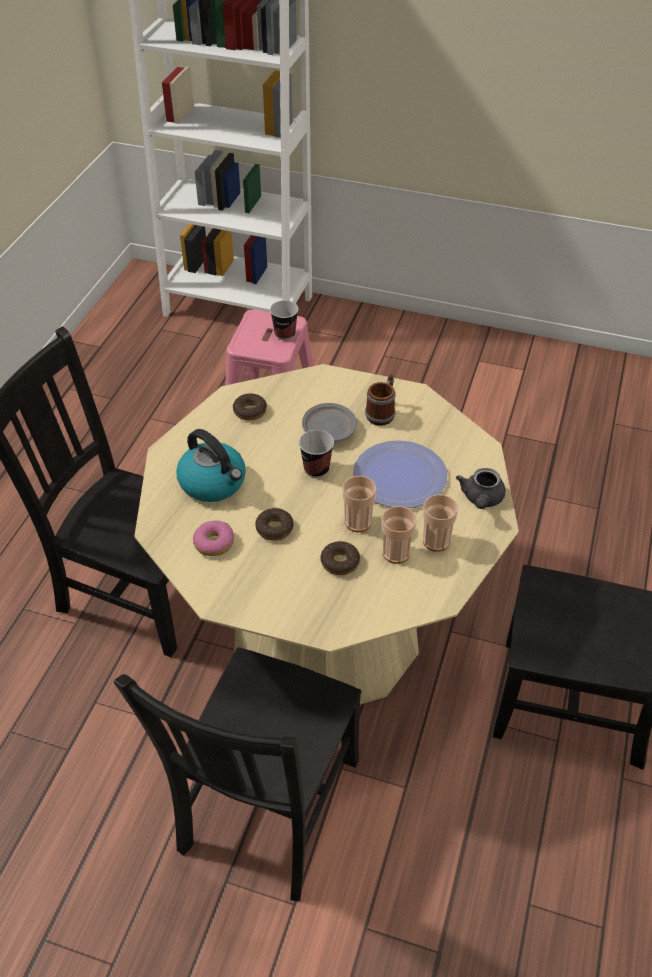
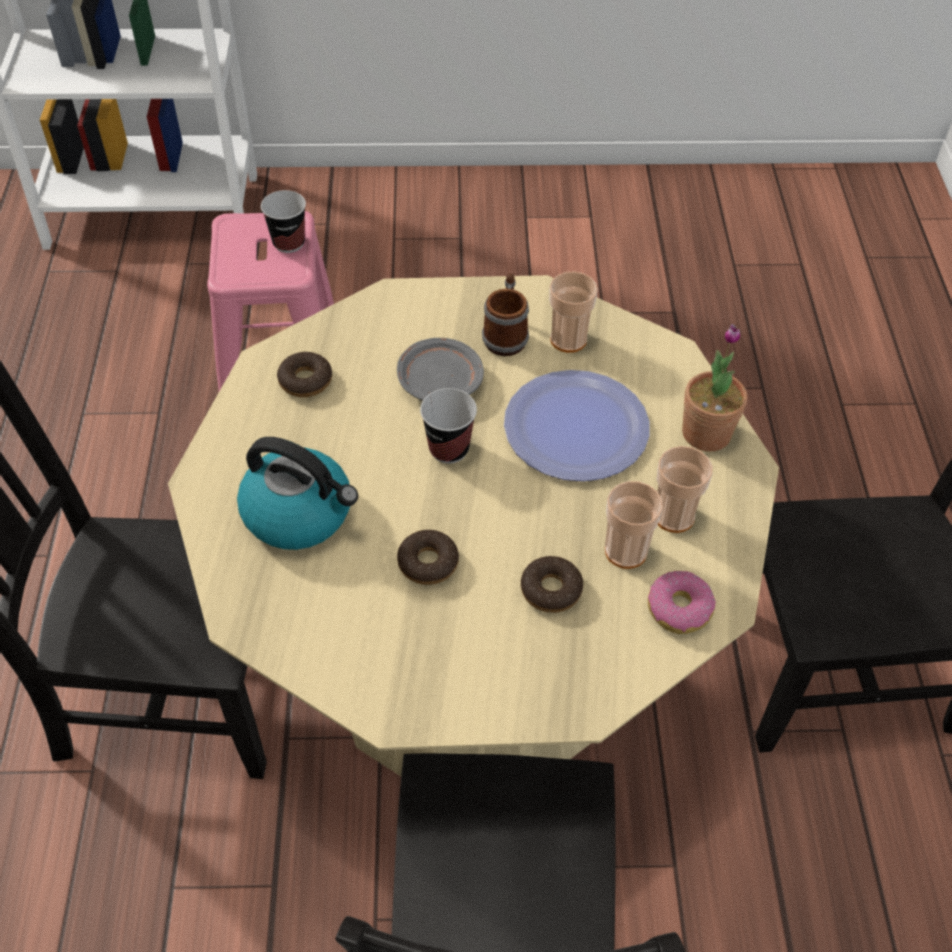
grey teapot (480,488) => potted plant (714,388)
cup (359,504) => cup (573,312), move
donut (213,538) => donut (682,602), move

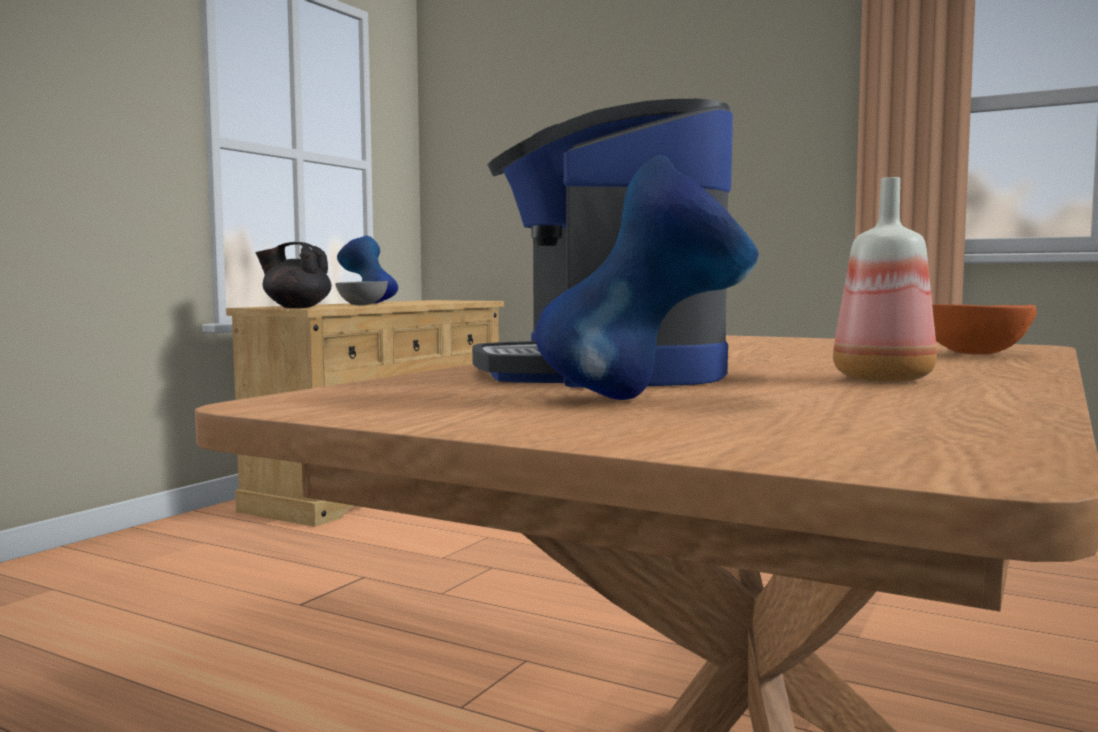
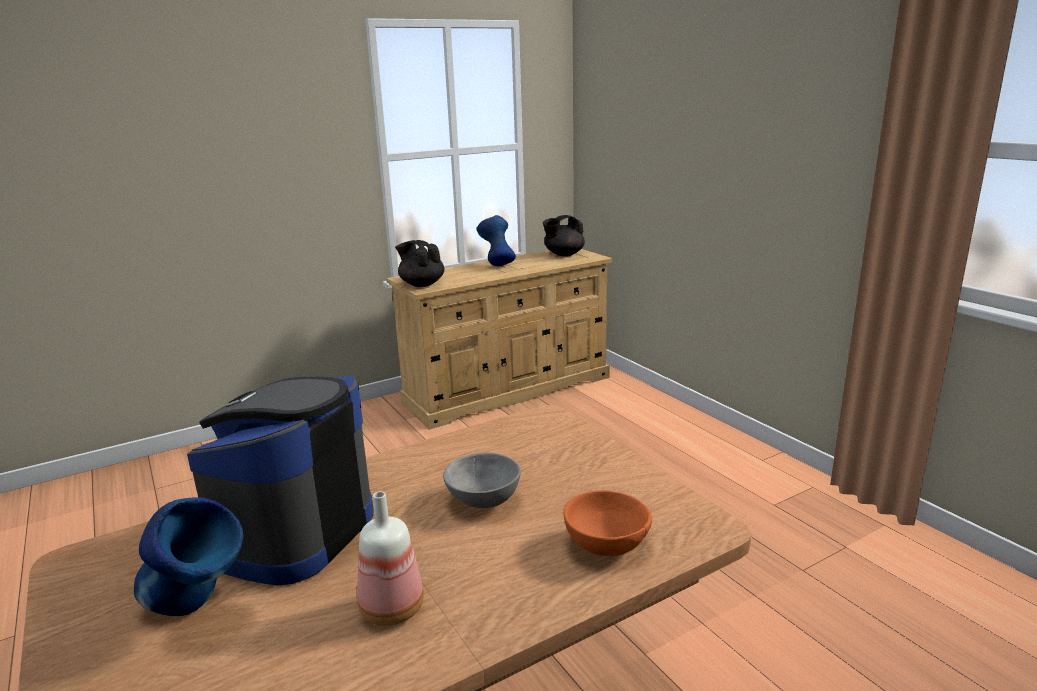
grey bowl (361,293) => grey bowl (482,480), move
nothing => black teapot (564,235)

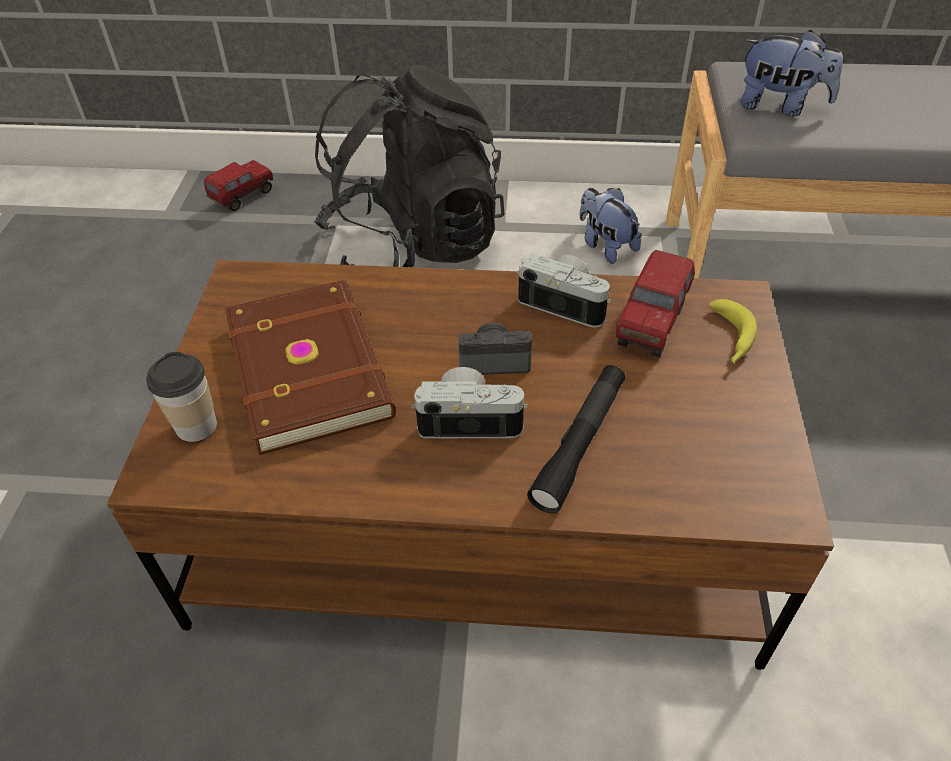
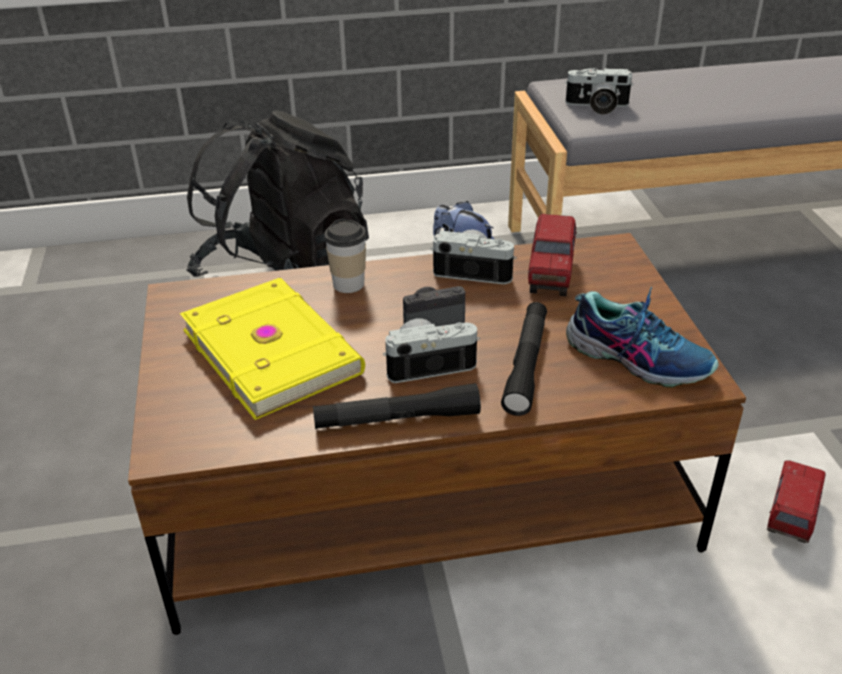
plush toy (792,73) => photo camera (599,91)
toy truck (238,185) => toy truck (796,501), move
brown book (310,367) => yellow book (272,349)
banana (732,331) => nothing
cup (181,397) => cup (345,256), move
nothing => shoe (642,337)
nothing => black flashlight (397,406)

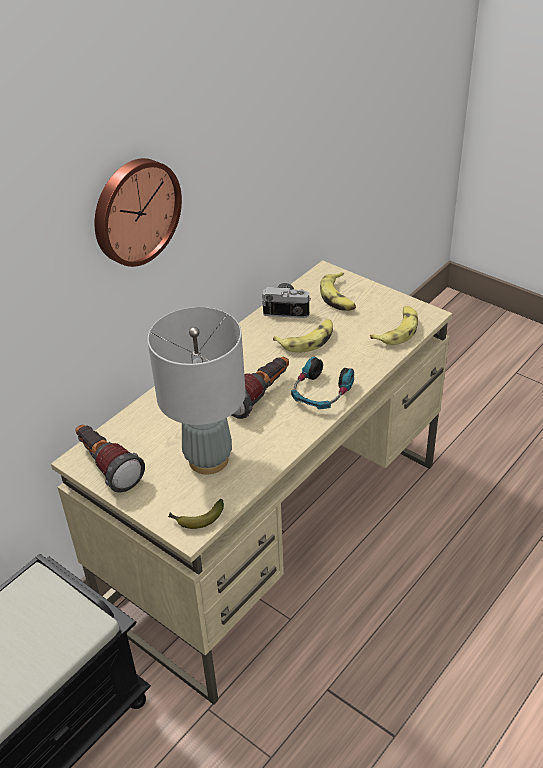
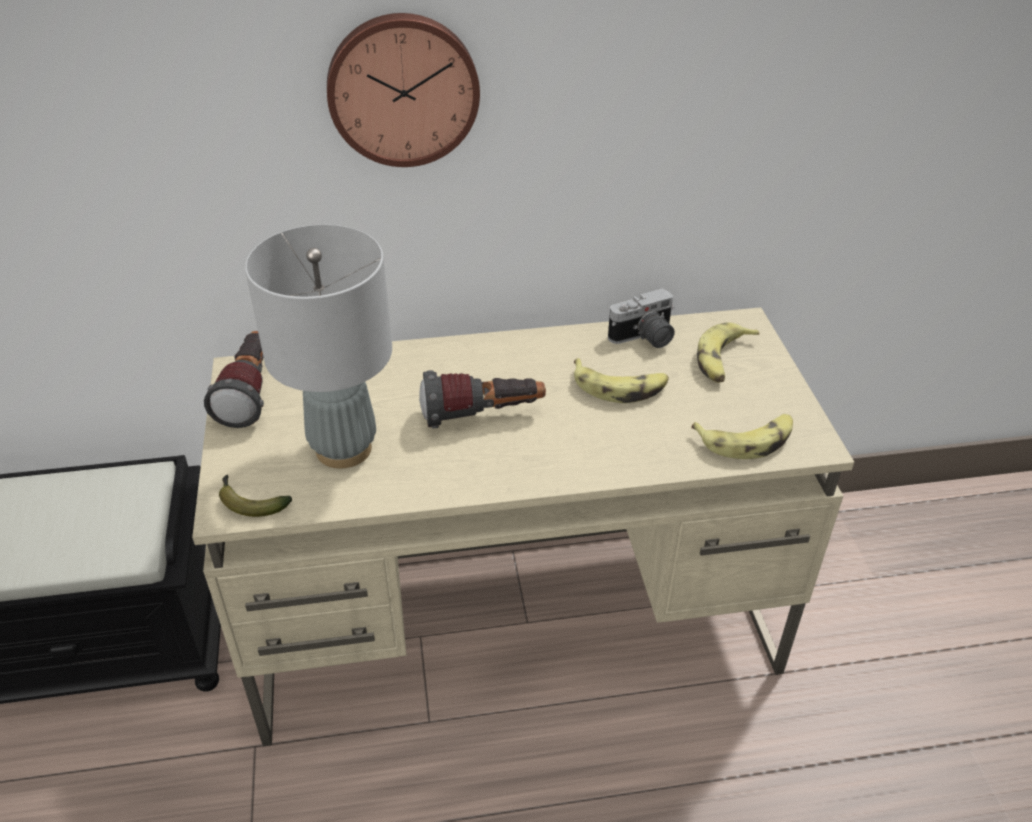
photo camera (286,300) => photo camera (641,318), 105 degrees clockwise
headphones (322,383) => nothing

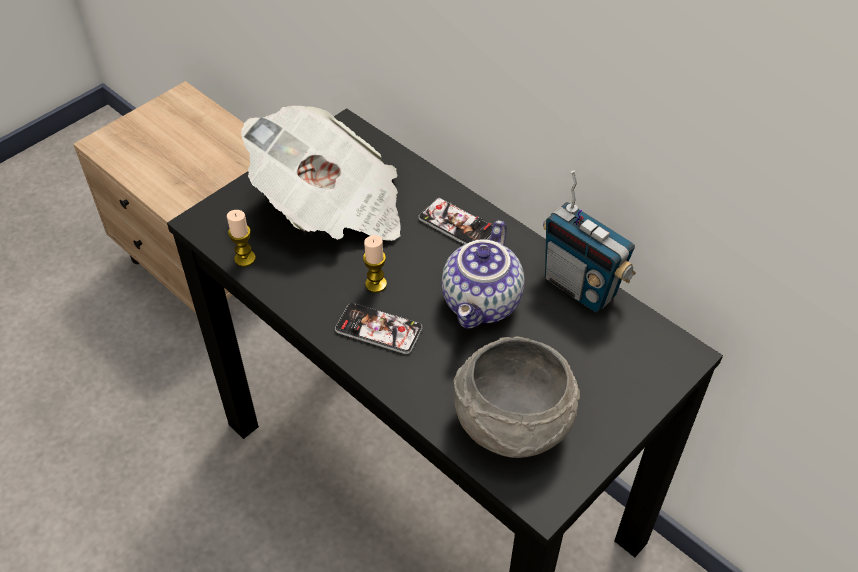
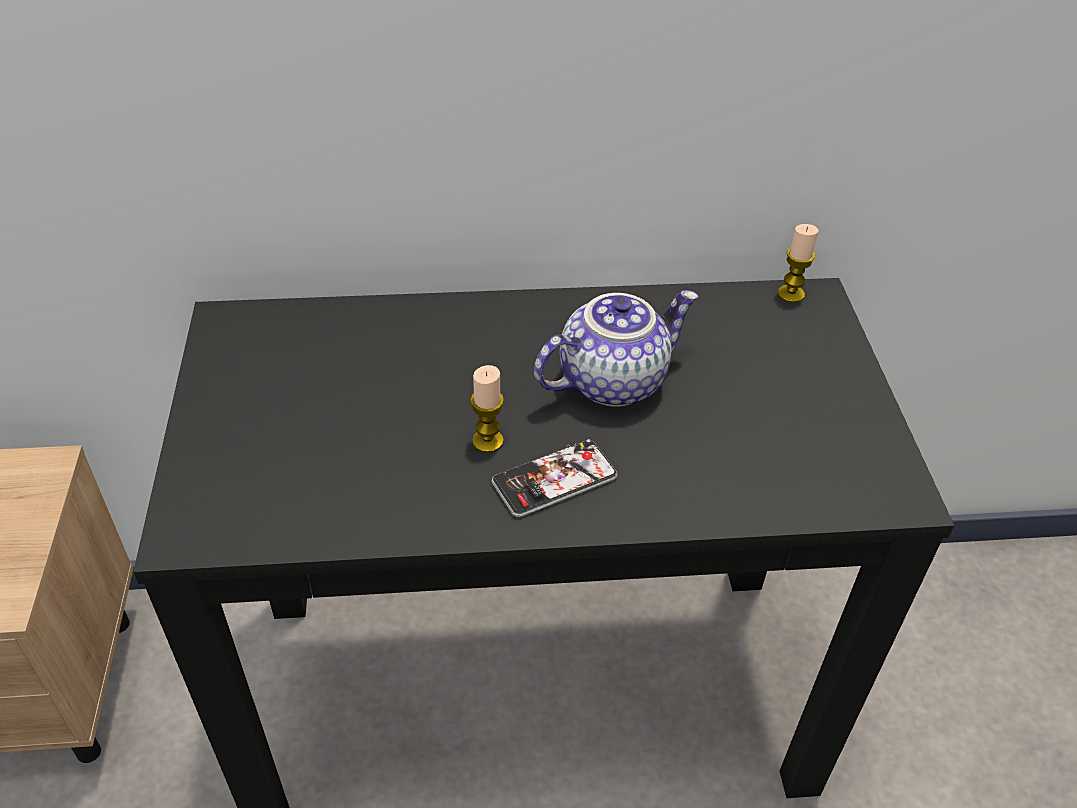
newspaper (321,173) => nothing
radio (589,241) => nothing
phone (455,221) => nothing
candle (241,238) => candle (798,263), move
teapot (483,274) => teapot (616,348), 90 degrees counterclockwise
grey bowl (516,397) => nothing

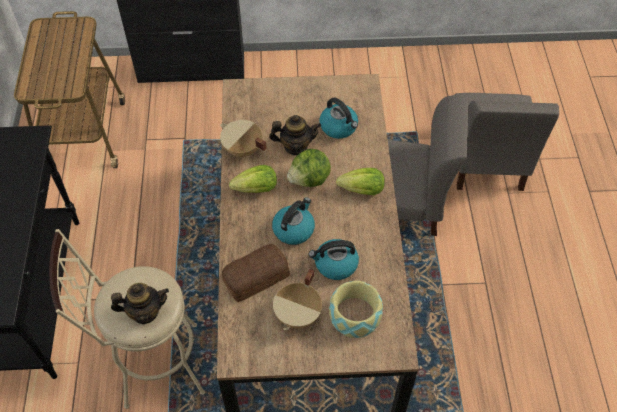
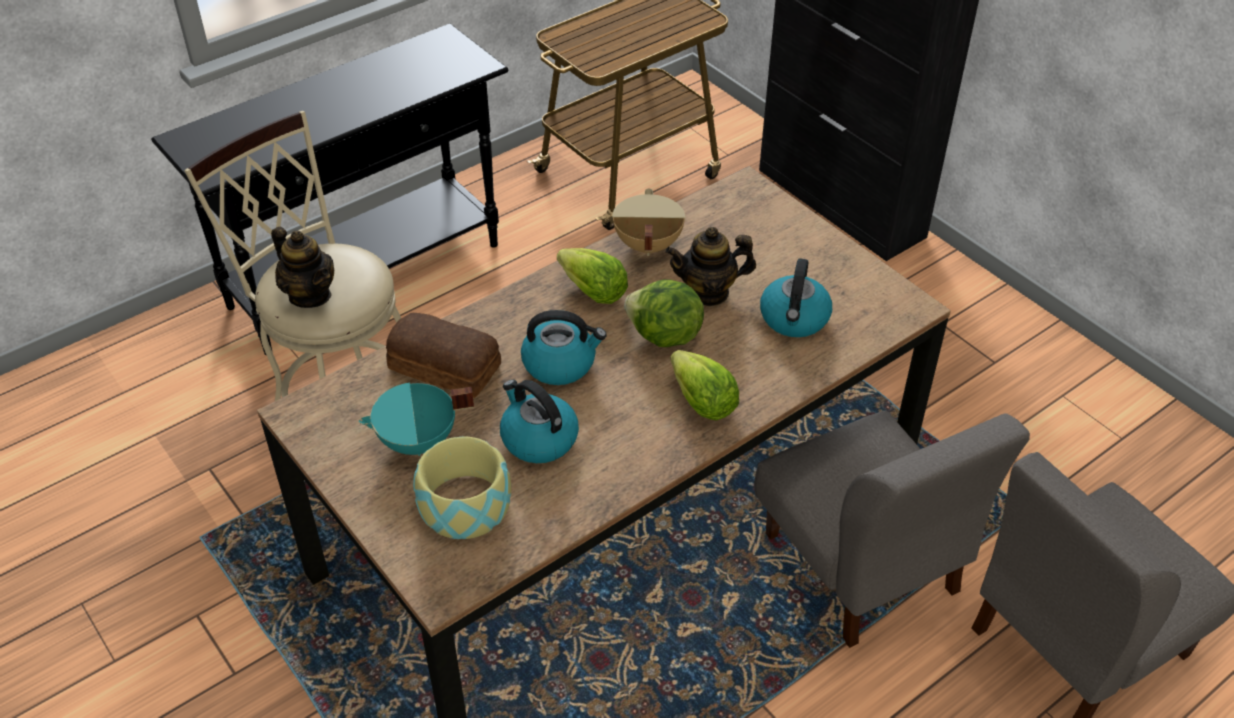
teapot (295,135) => teapot (710,266), 120 degrees clockwise
beige cooking pot (297,299) => turquoise cooking pot (416,419)

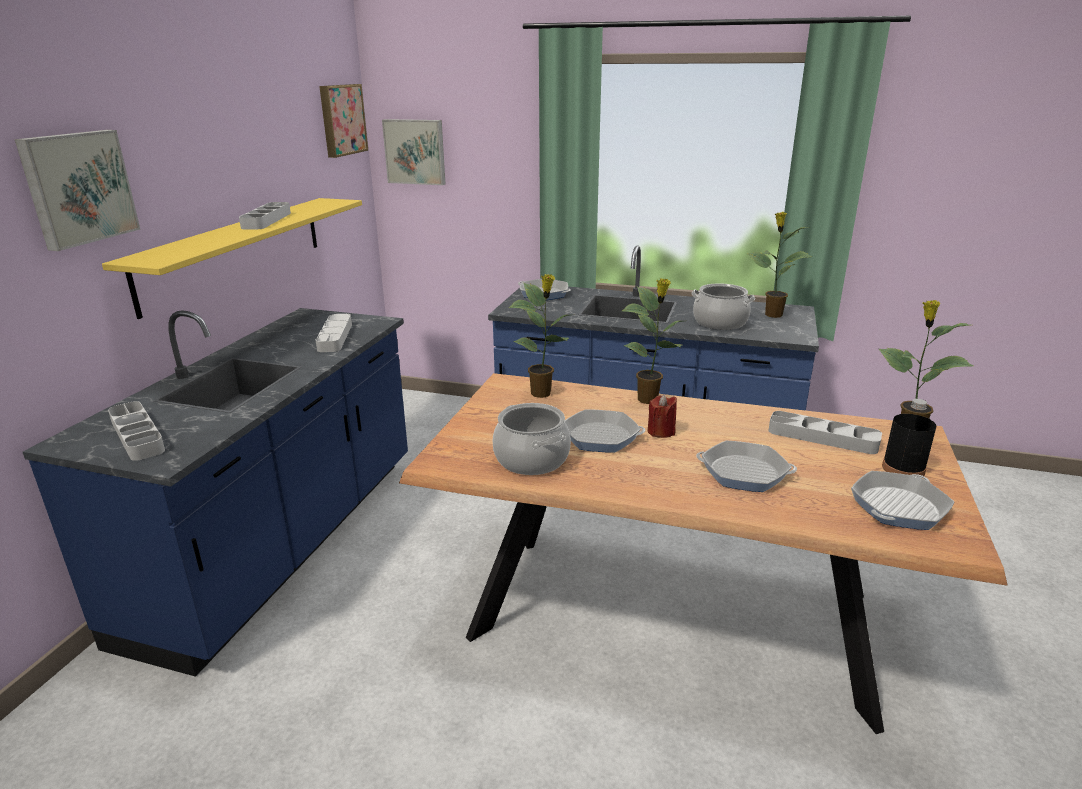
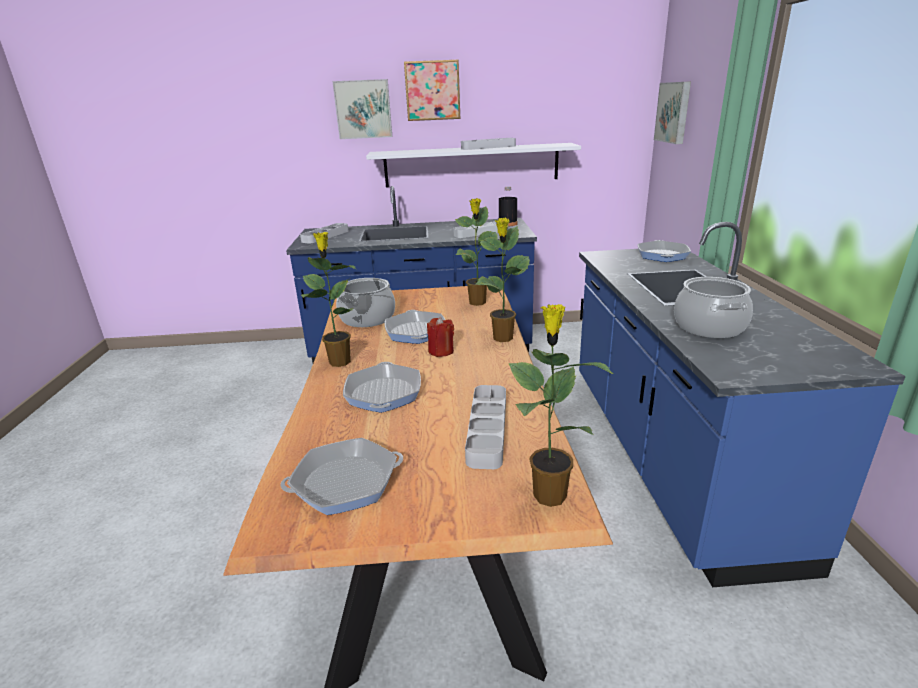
picture (343,121) => picture (432,90), move
yellow shelf (232,258) => white shelf (473,165)
potted plant (779,265) => potted plant (328,299), move
black bottle (909,437) => black bottle (508,206), move
frying pan (903,500) => frying pan (341,476), 135 degrees clockwise

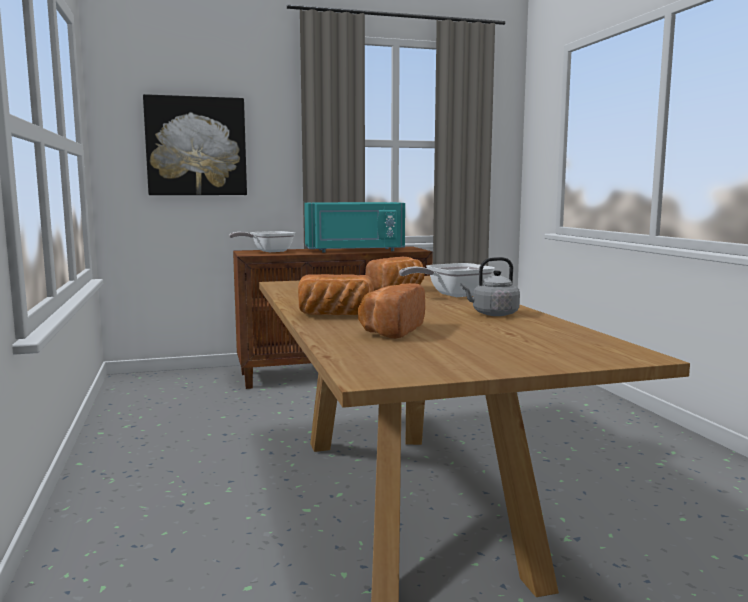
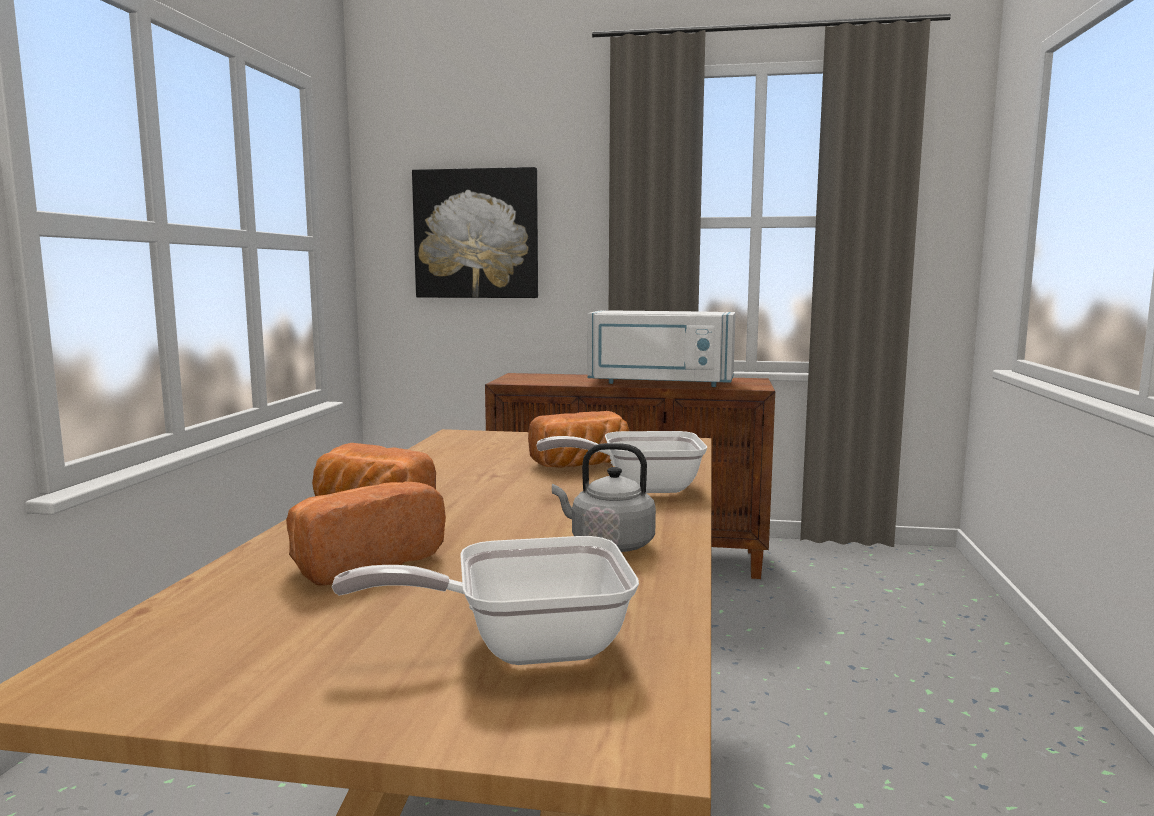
turquoise microwave (354,227) => white microwave (662,348)
frying pan (262,241) => frying pan (485,600), move

